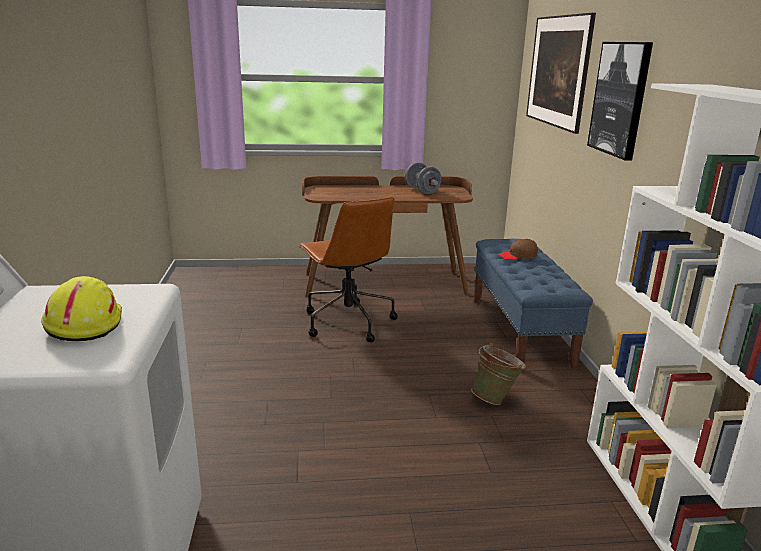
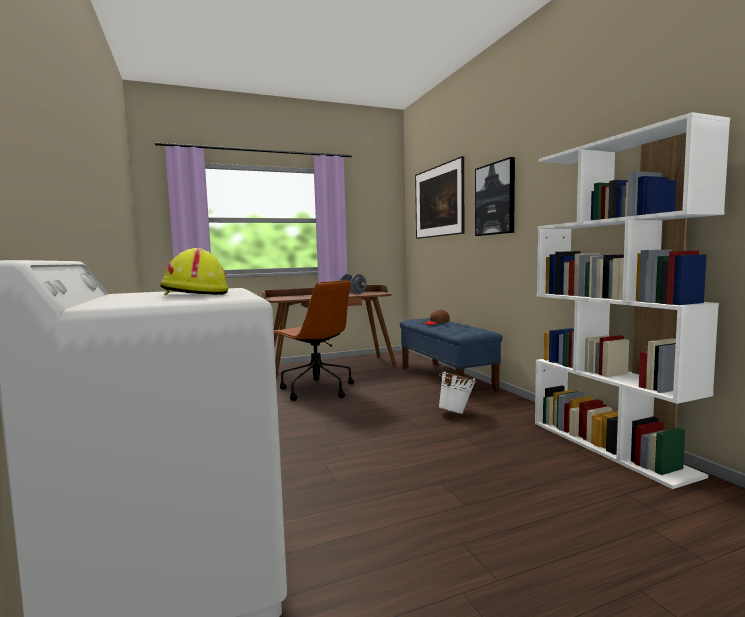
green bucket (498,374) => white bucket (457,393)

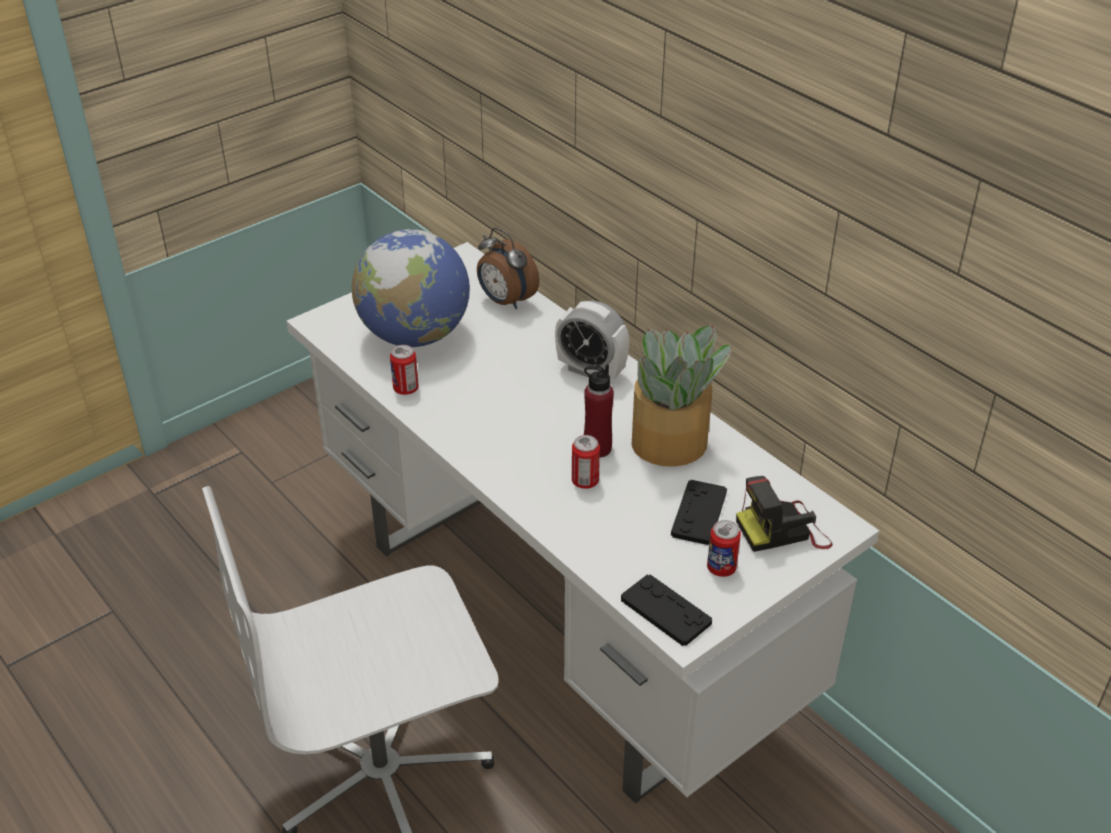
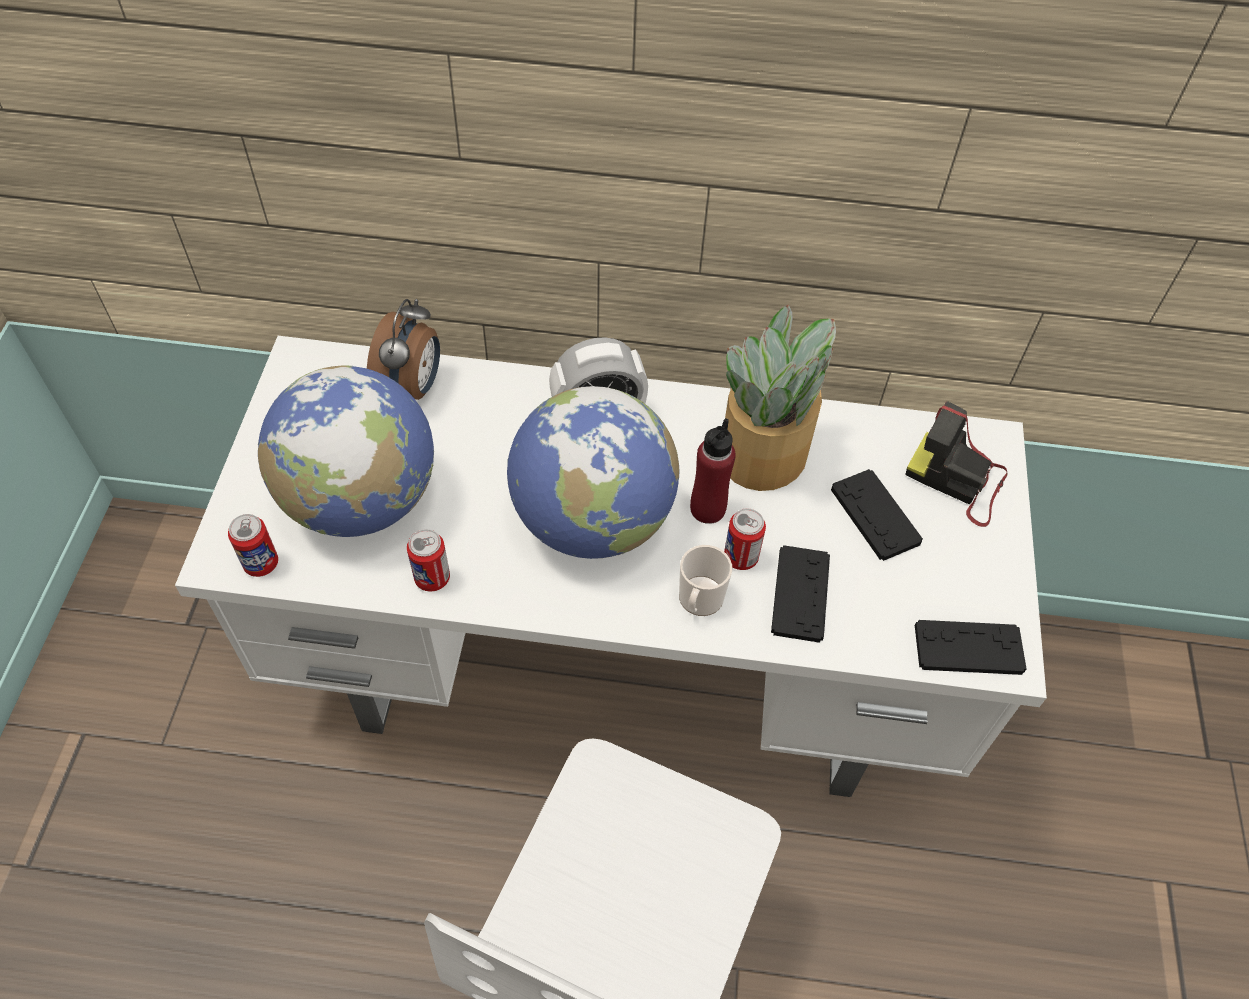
alarm clock (508,268) => alarm clock (403,349), 75 degrees counterclockwise
photo camera (784,514) => photo camera (956,464), 90 degrees clockwise
can (724,548) => can (253,545), move
nothing => globe (593,472)
nothing => mug (705,580)
nothing => black game controller (800,594)

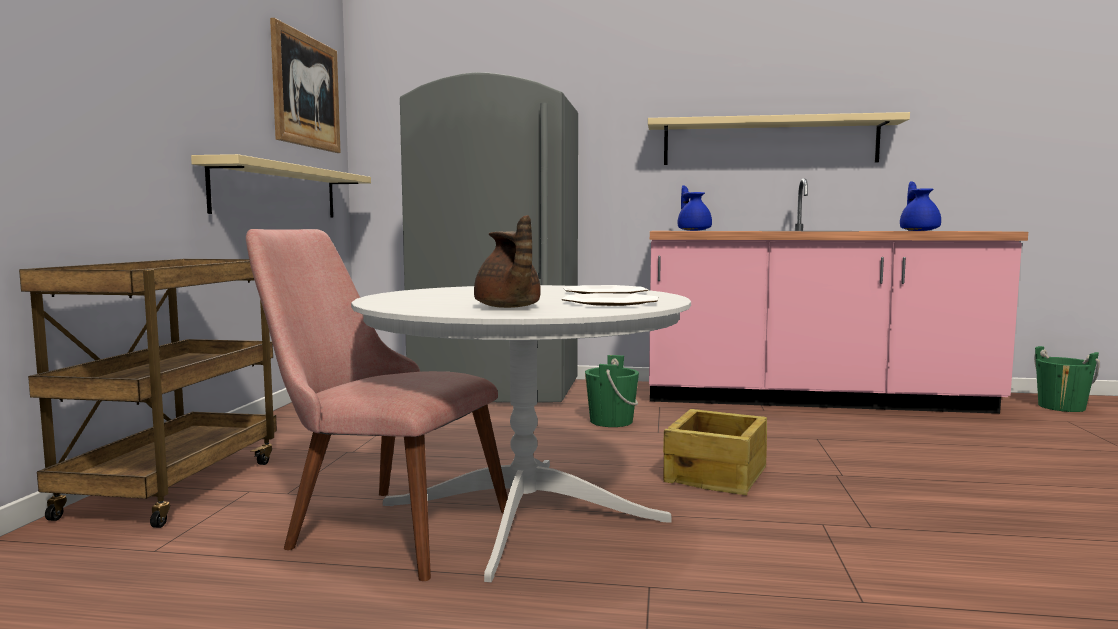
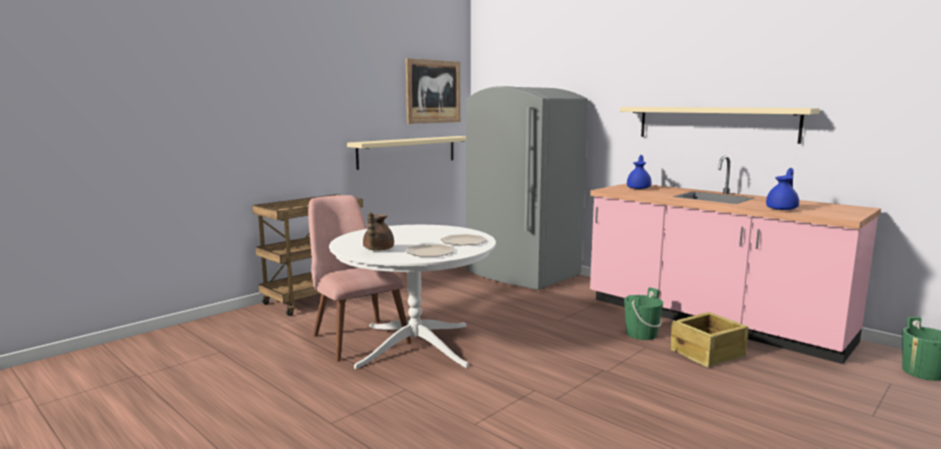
green bucket (612,391) => green bucket (643,313), move
crate (715,452) => crate (709,340), move

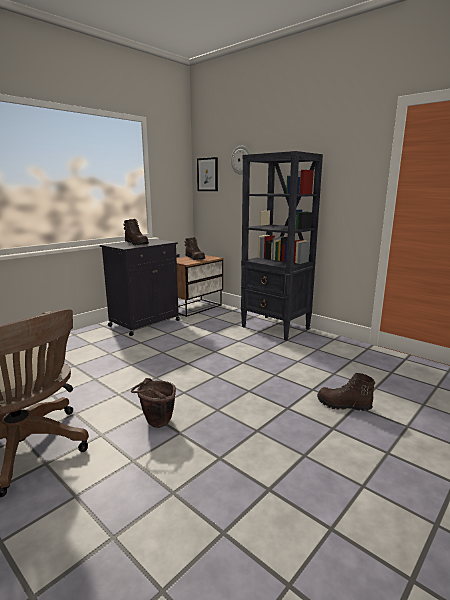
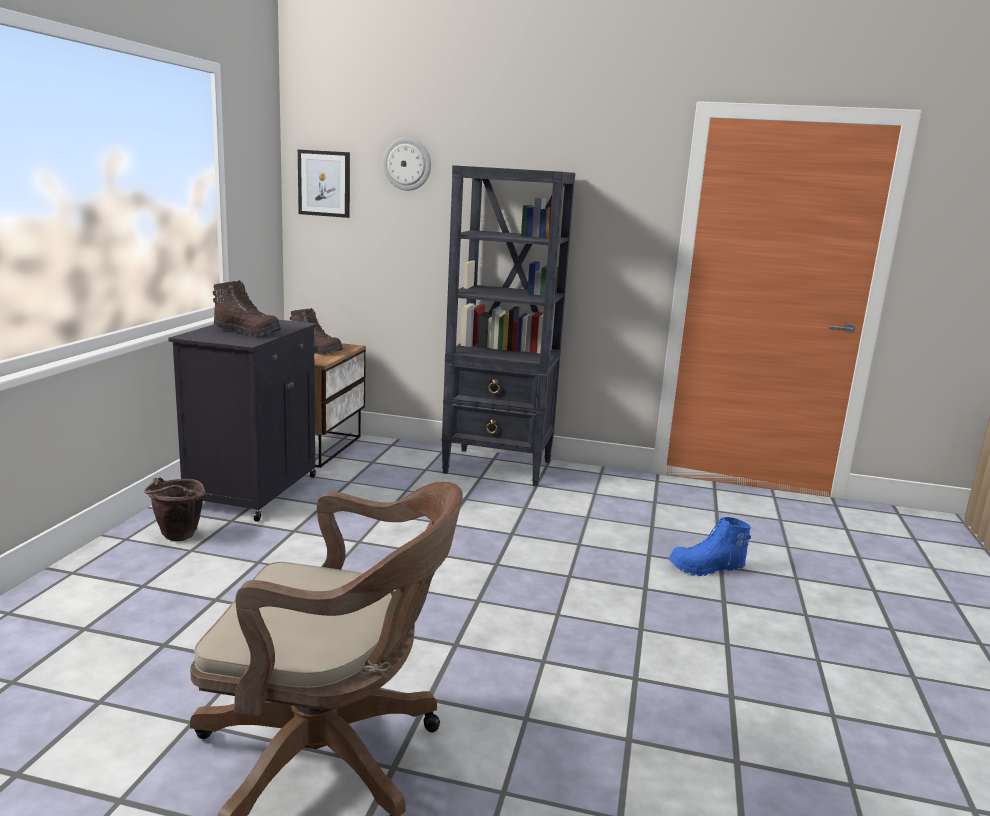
brown boot (346,392) => blue boot (709,546)
brown bucket (153,403) => brown bucket (175,509), move

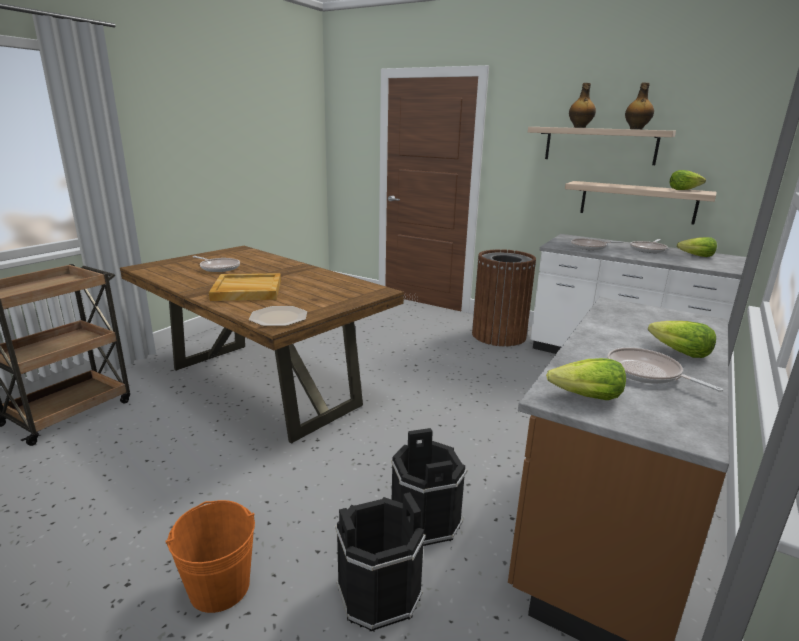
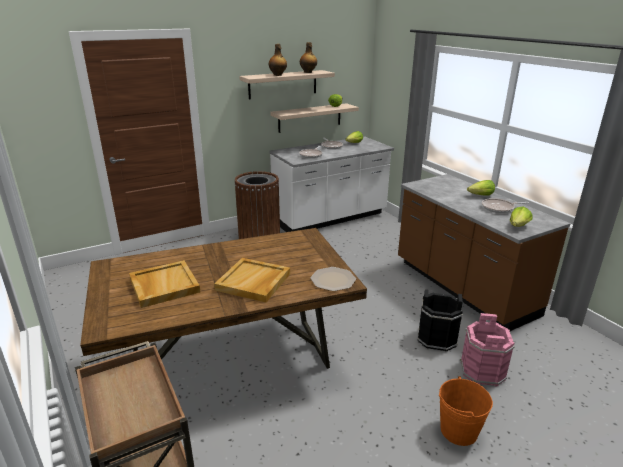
frying pan (216,264) => beige tray (164,284)
black bucket (380,562) => pink bucket (487,350)

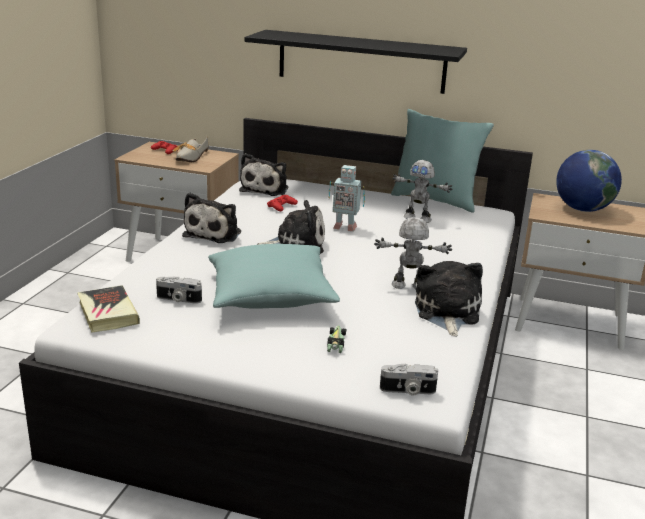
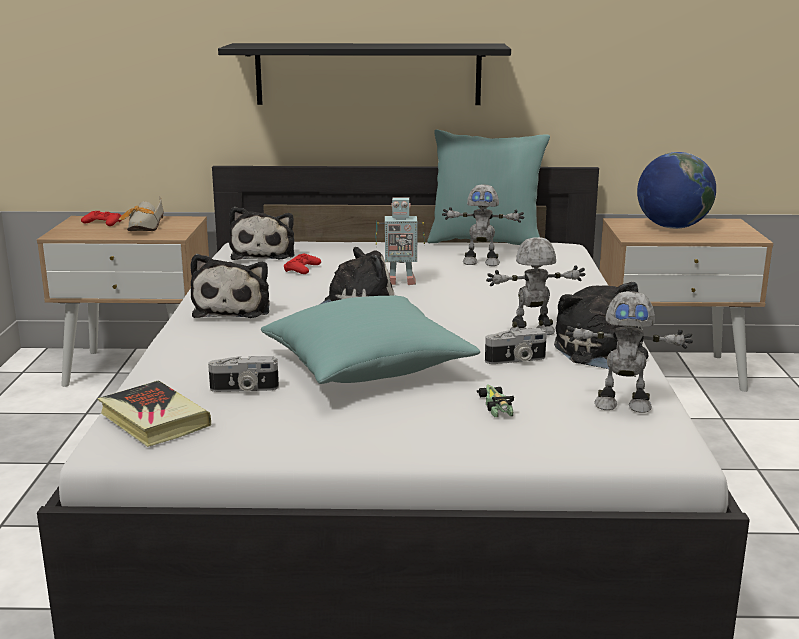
photo camera (409,379) => photo camera (516,346), move
nothing => toy robot (629,352)

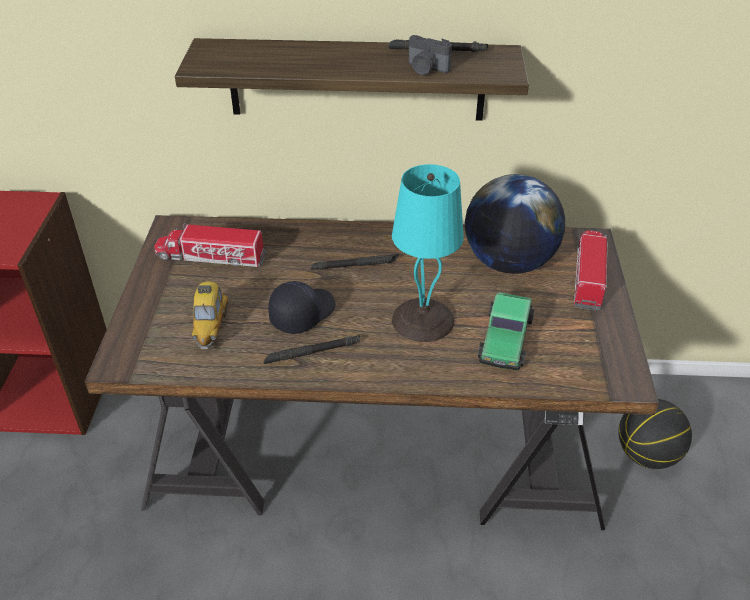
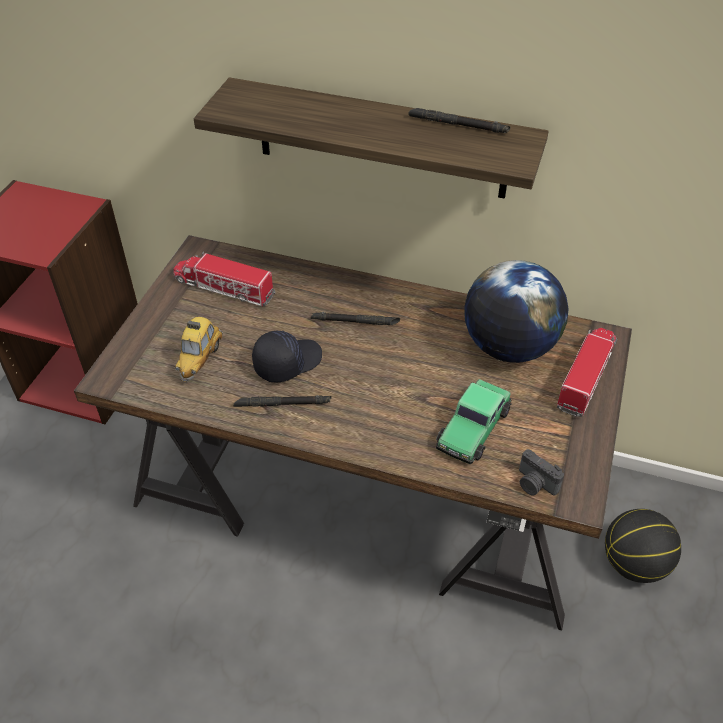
photo camera (430,55) => photo camera (541,472), move
turquoise table lamp (428,253) => nothing

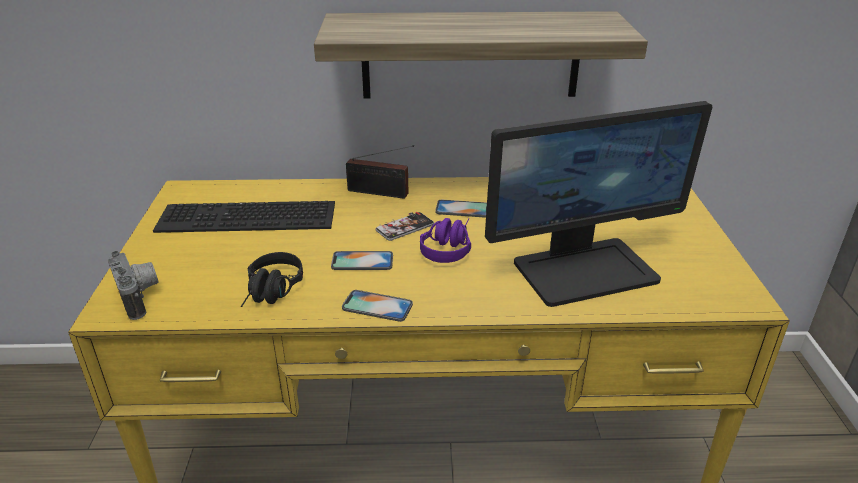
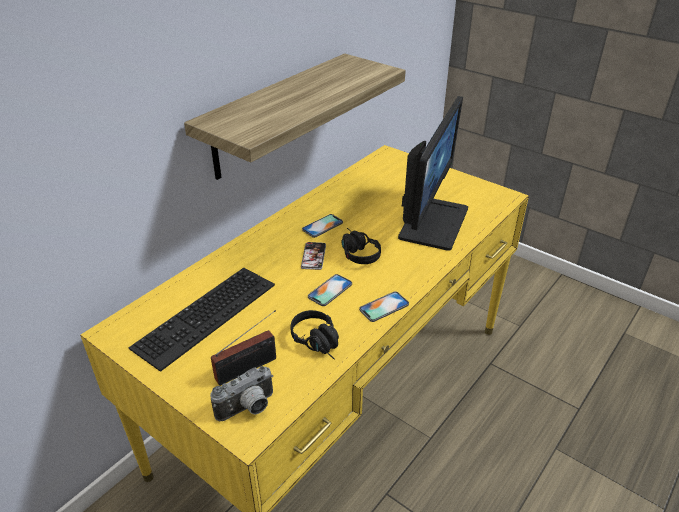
radio (380,172) => radio (243,348), move
purple headphones (445,240) => black headphones (361,246)
photo camera (133,285) => photo camera (241,393), 135 degrees clockwise

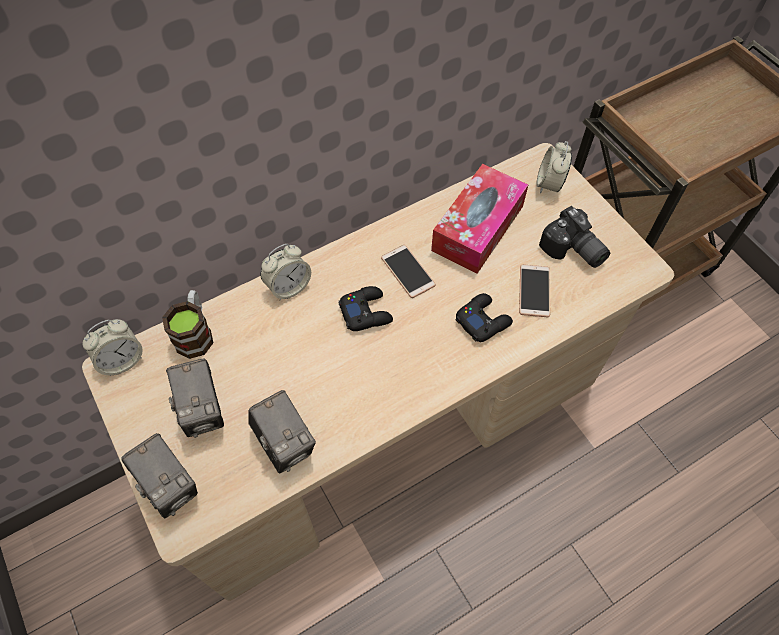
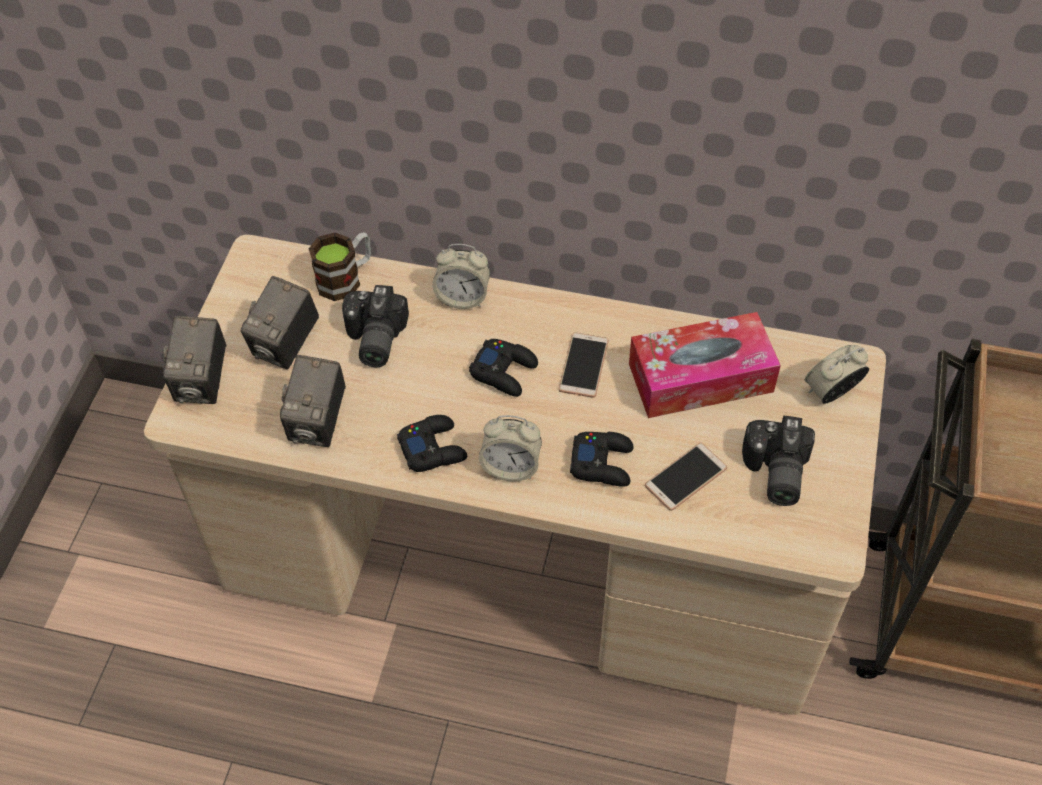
alarm clock (113,347) => alarm clock (510,448), move
nothing => photo camera (375,326)
nothing => black game controller (432,443)

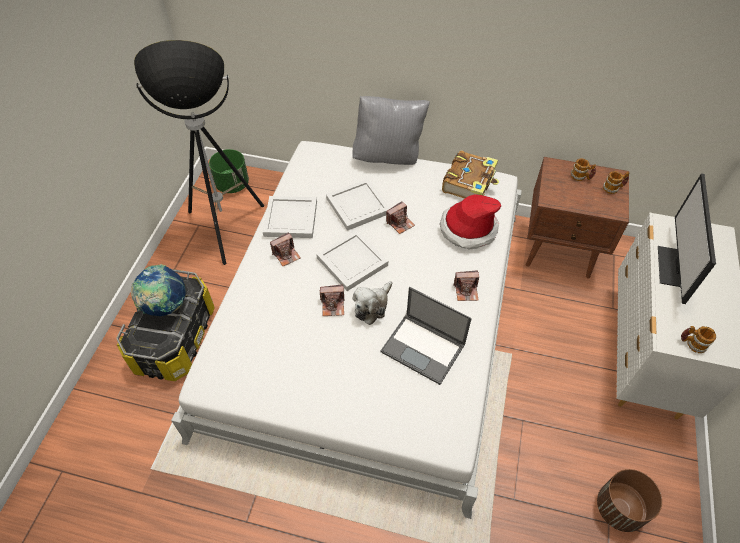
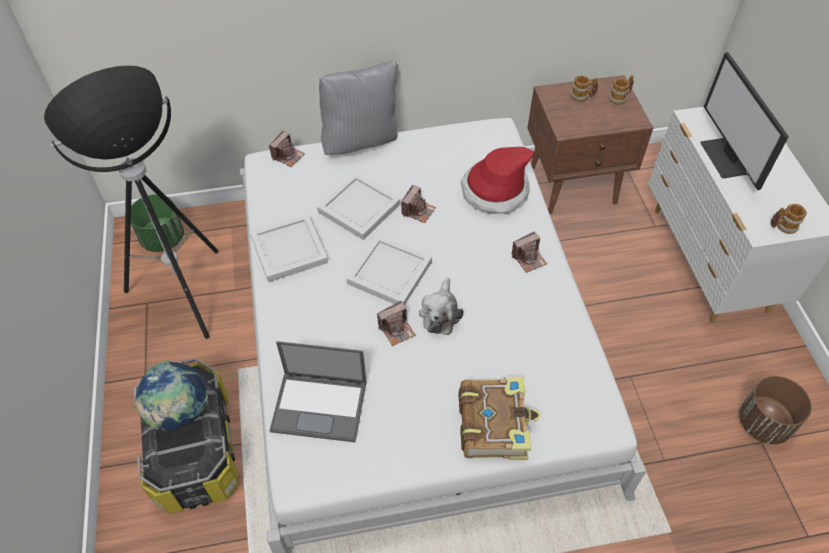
book (470,175) => book (499,418), move
photo camera (285,249) => photo camera (287,149), move
laptop (426,336) => laptop (318,391), move

